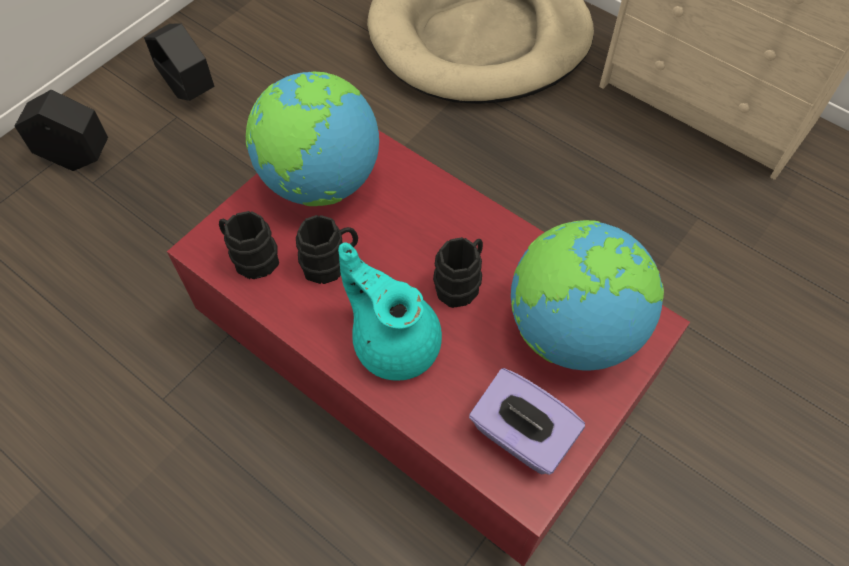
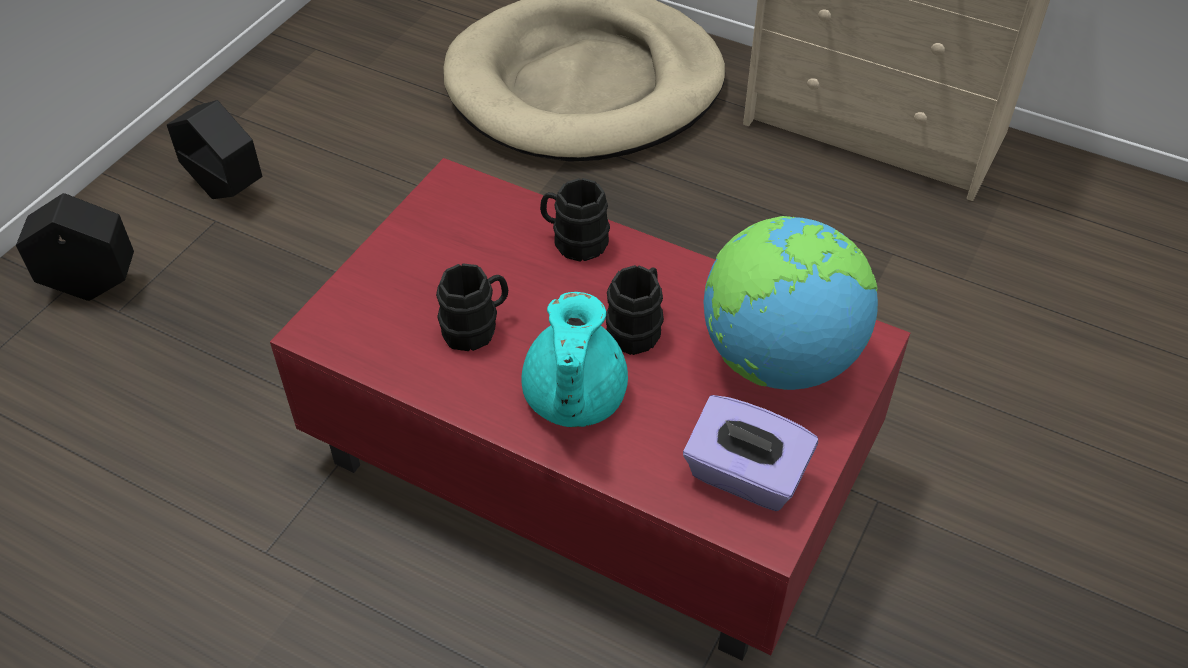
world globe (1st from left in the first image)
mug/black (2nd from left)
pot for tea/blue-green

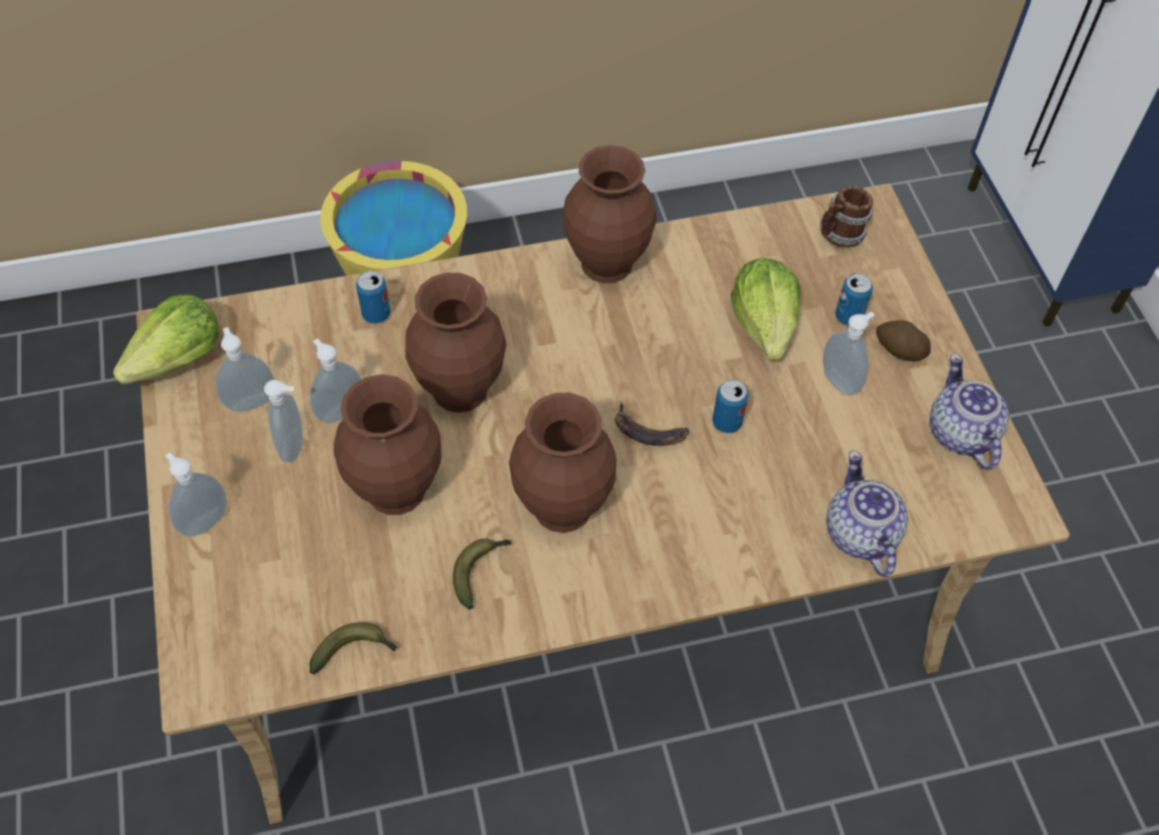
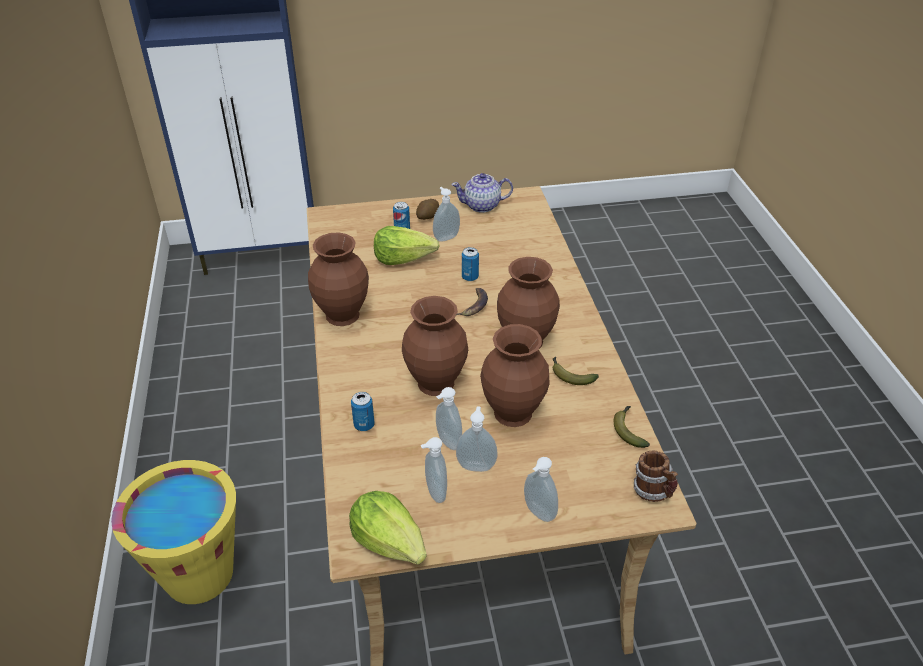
pot for tea (1st from left in the first image)
mug

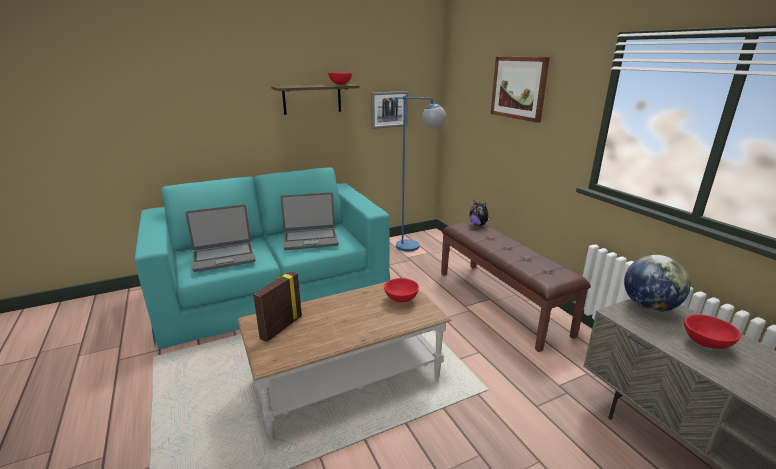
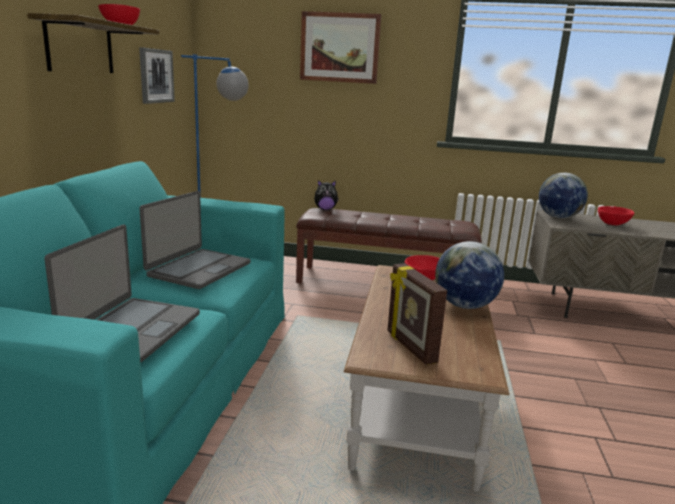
world globe (1st from left)

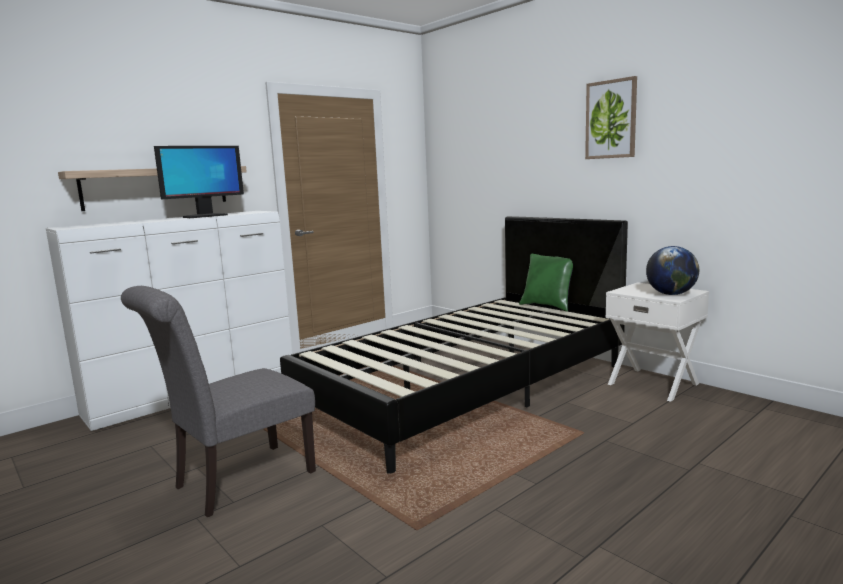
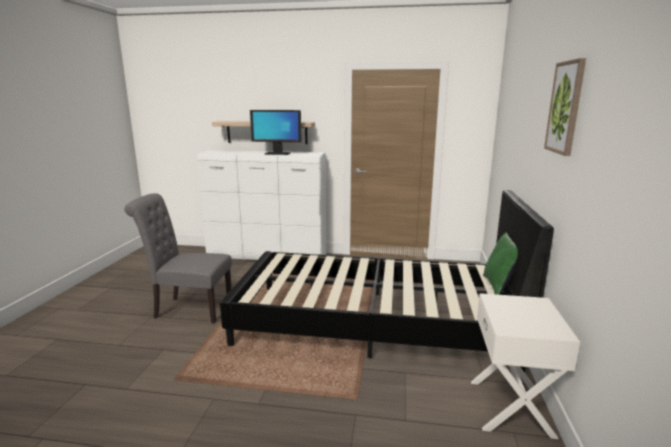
world globe

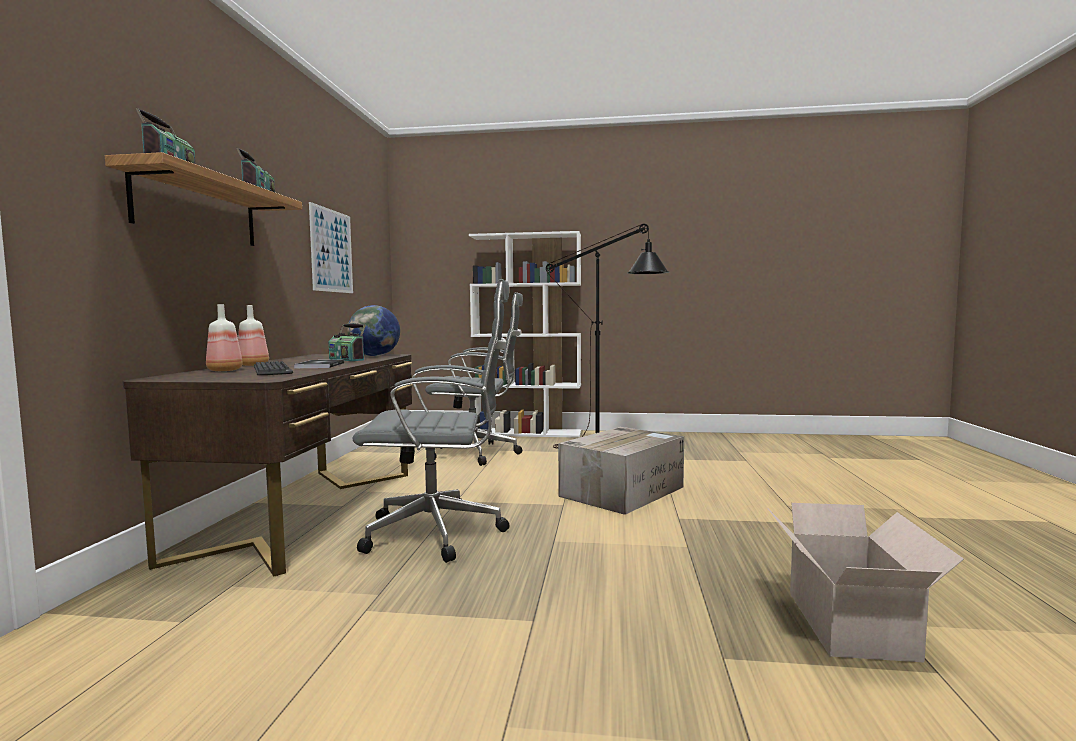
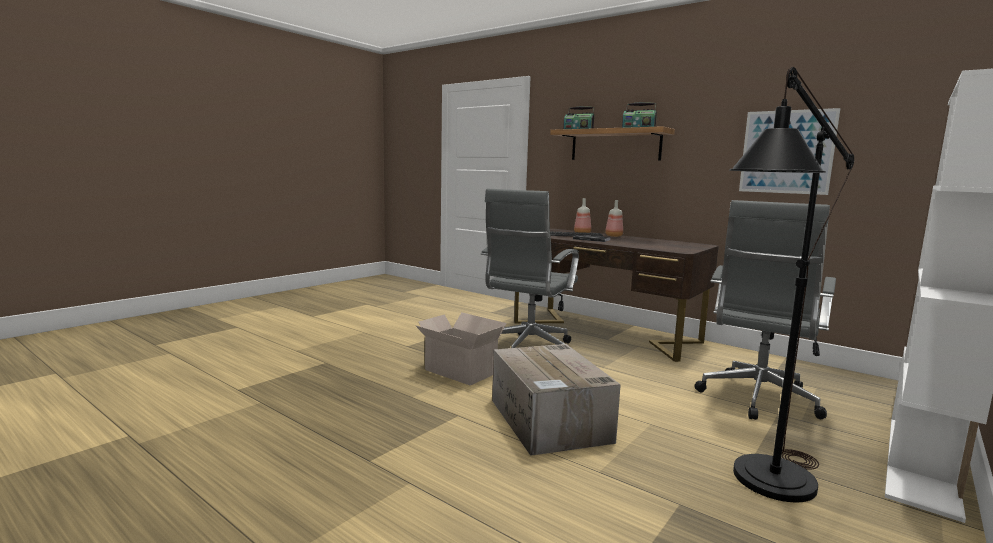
radio receiver (3rd from left in the first image)
world globe
packing box (1st from left)

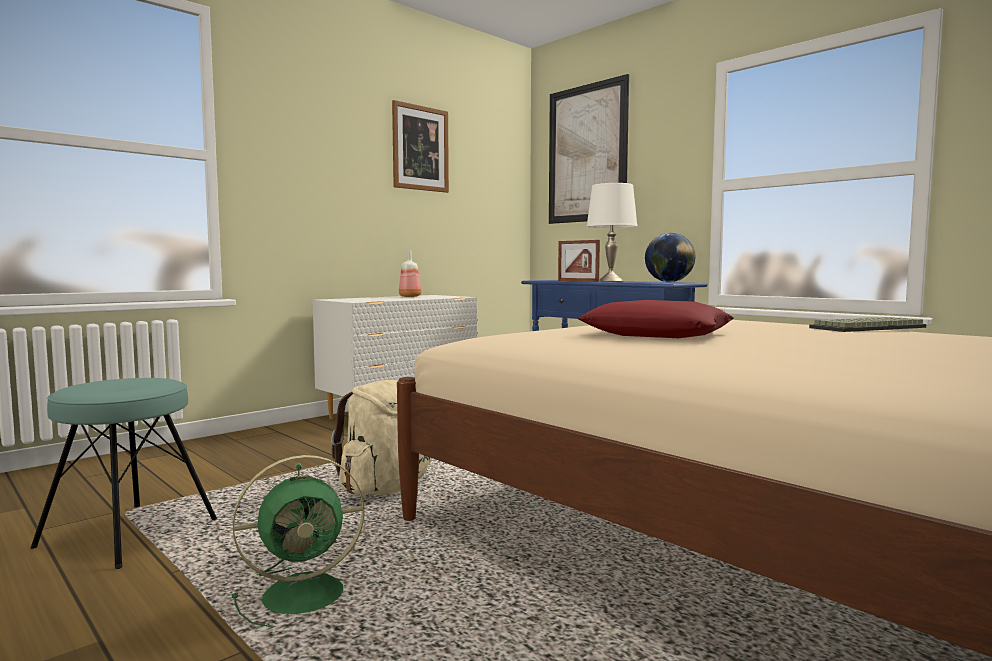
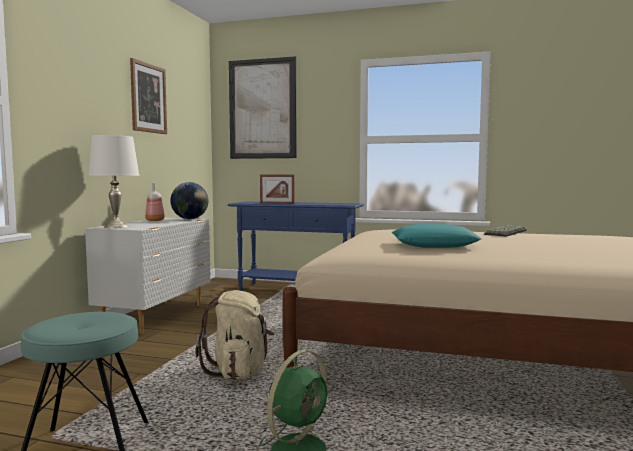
tabletop lamp/whitish
world globe
pillow/blue-green

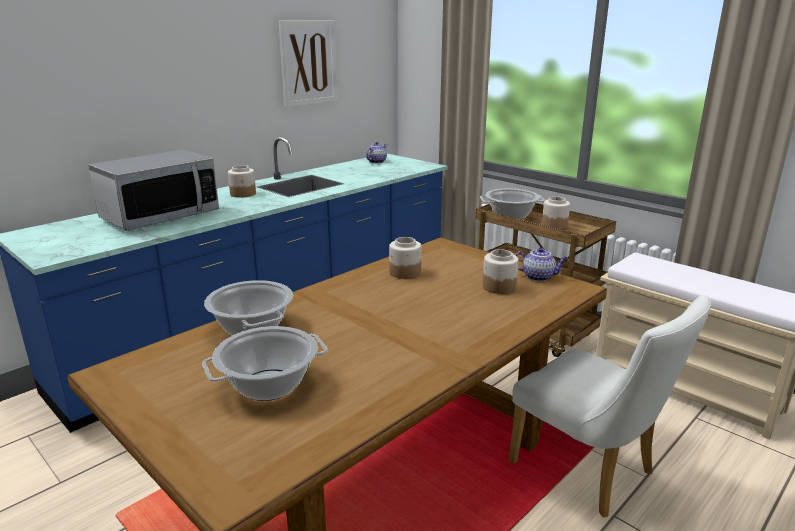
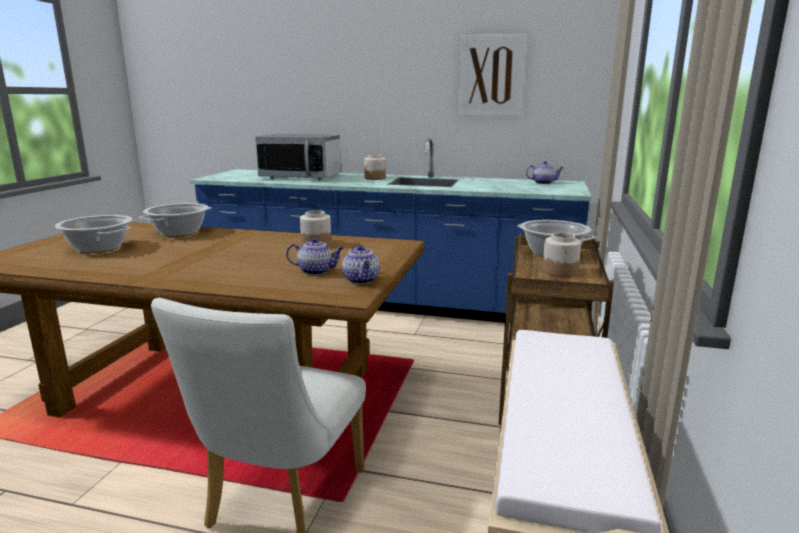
pot for tea (1st from left)

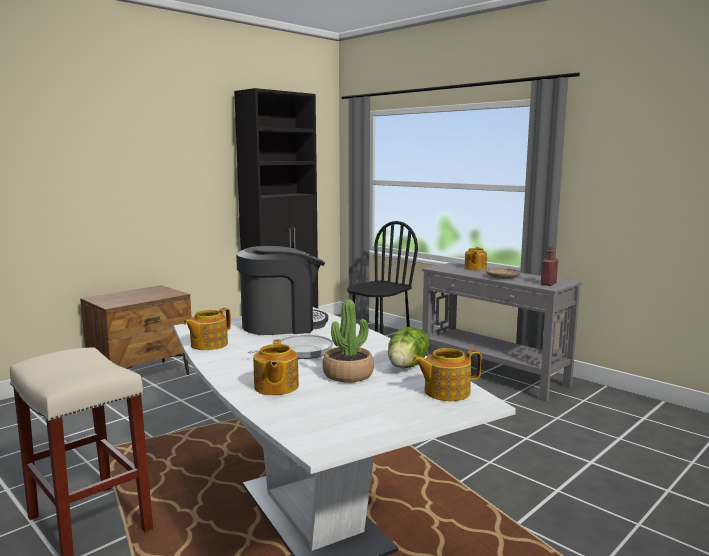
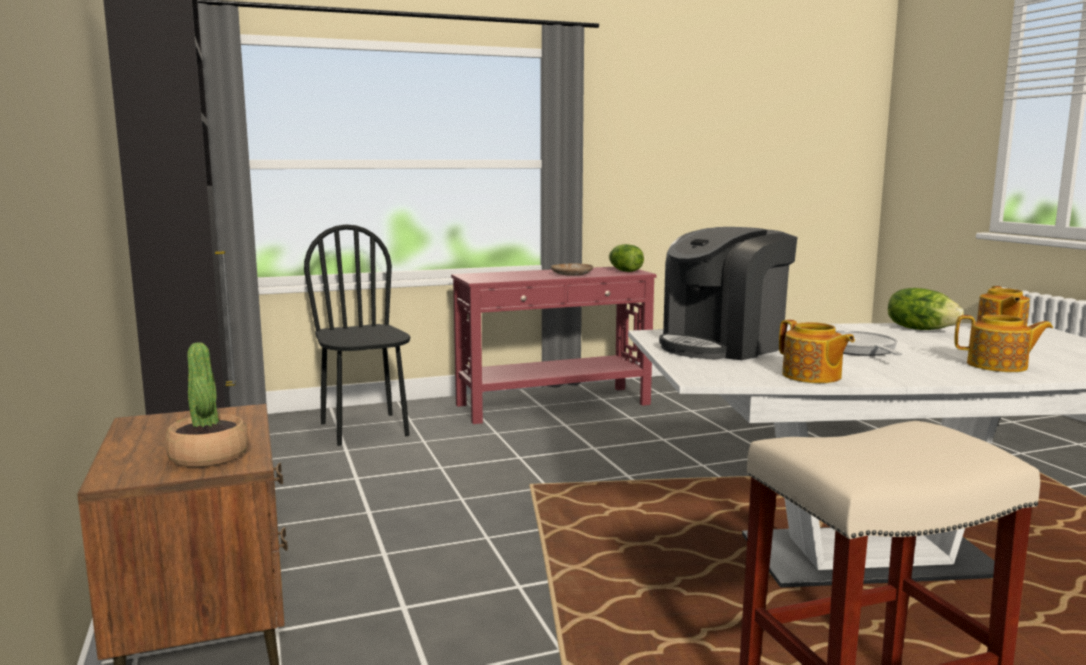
pot for tea (4th from left in the first image)
potted plant
head of lettuce (1st from left)
hall table/red
coffee brewer

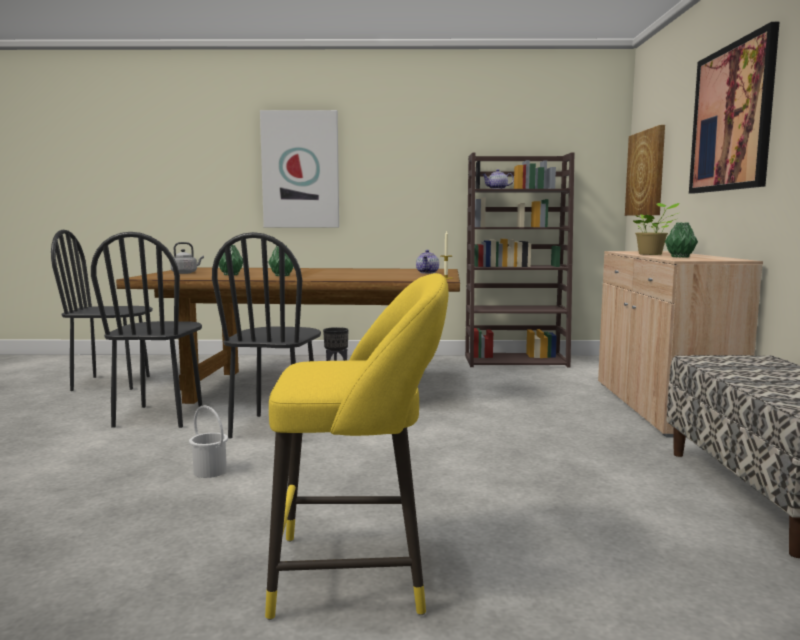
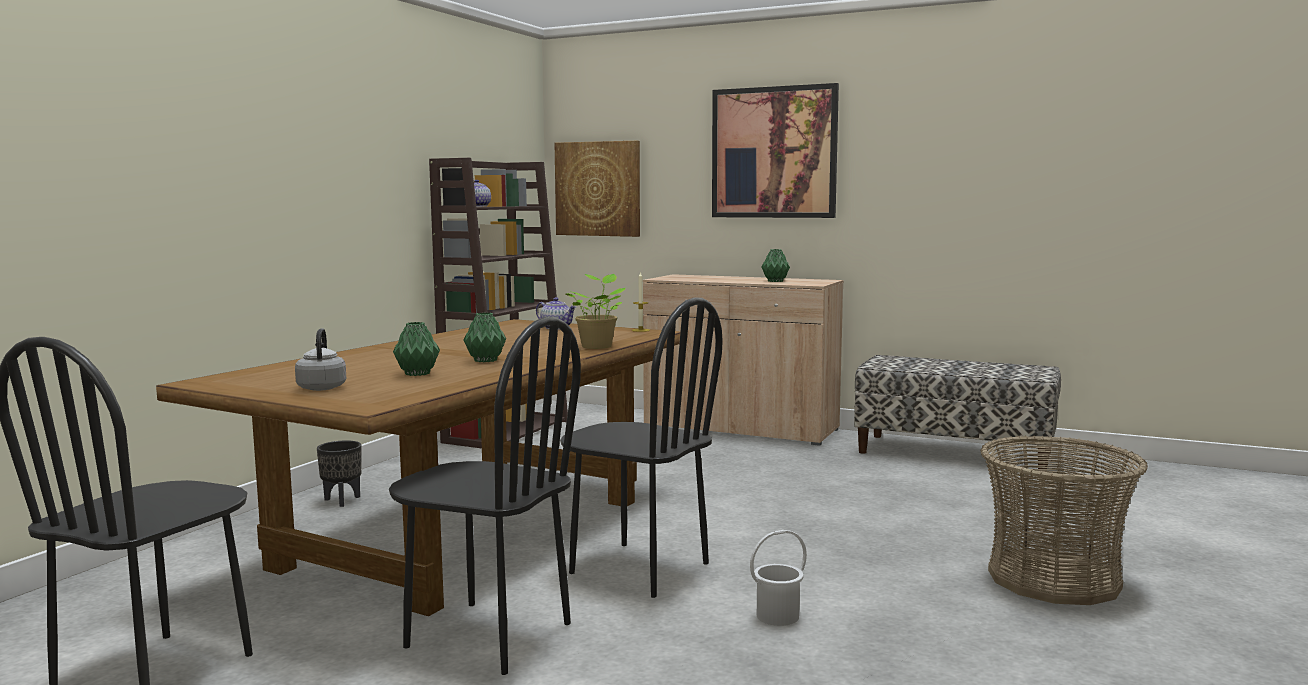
wall art (1st from left in the first image)
potted plant
storage basket

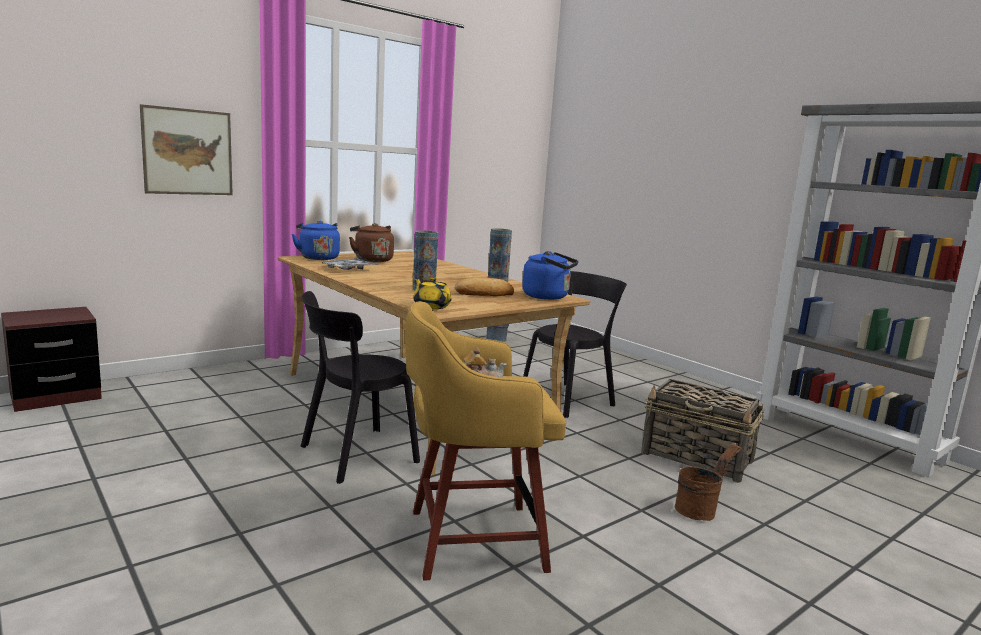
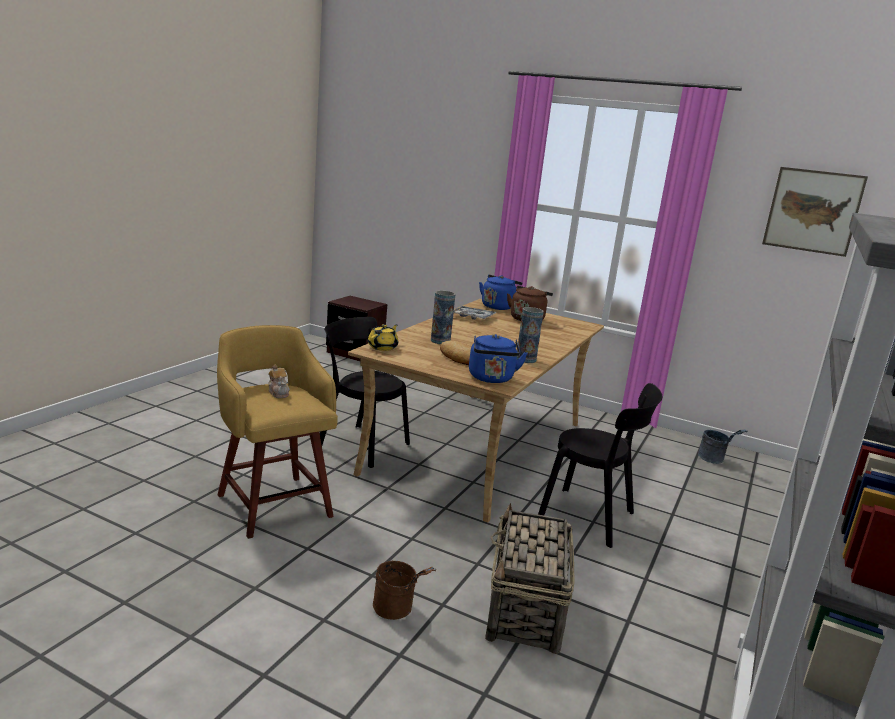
wall art

